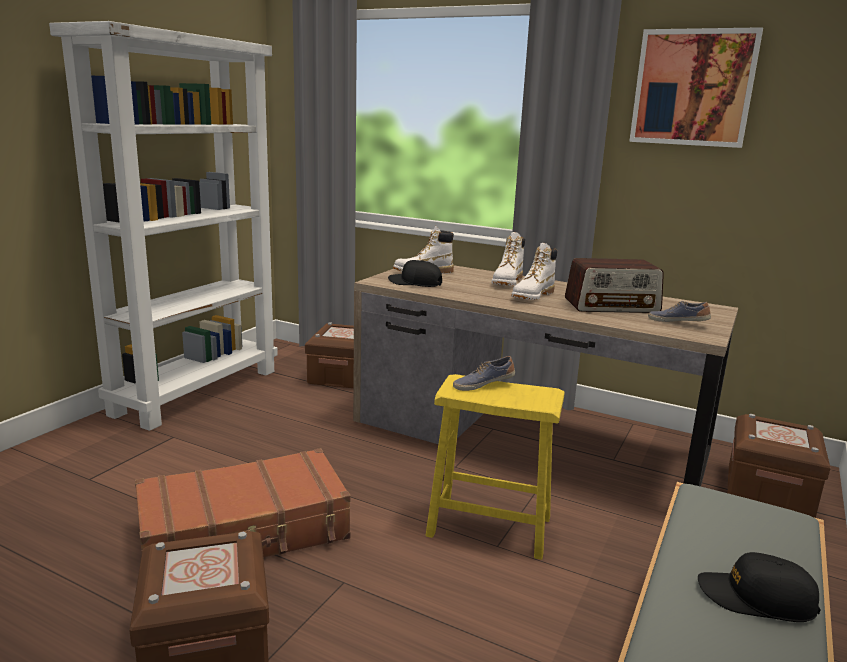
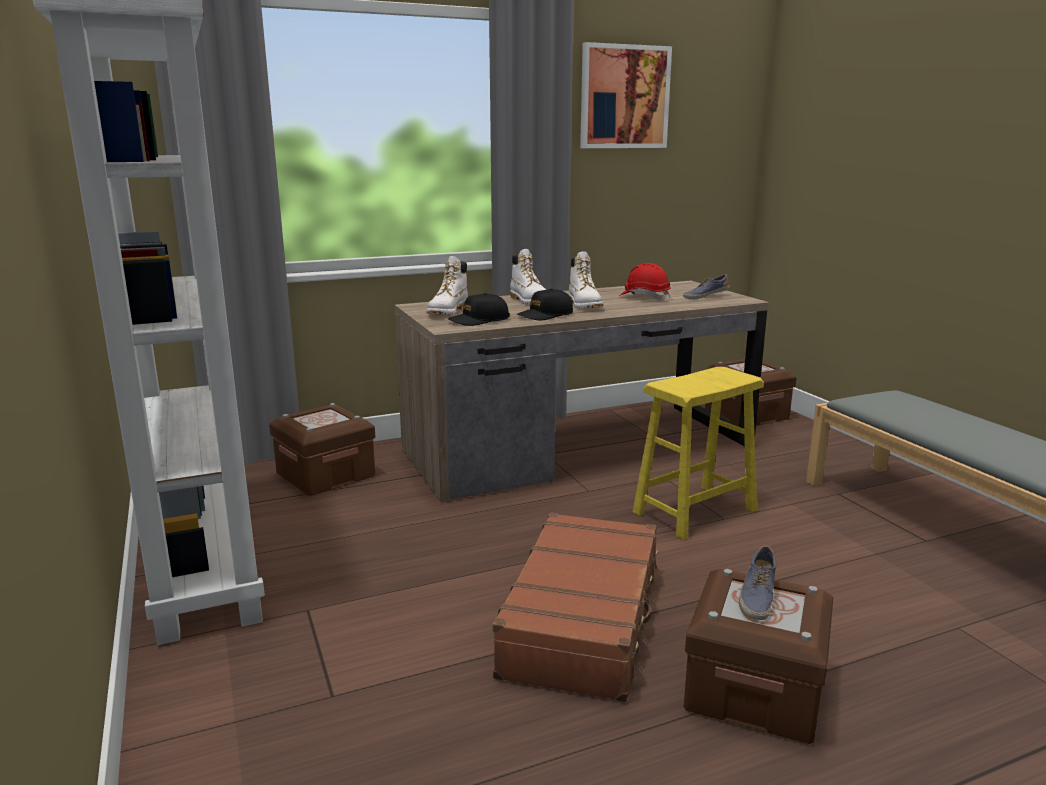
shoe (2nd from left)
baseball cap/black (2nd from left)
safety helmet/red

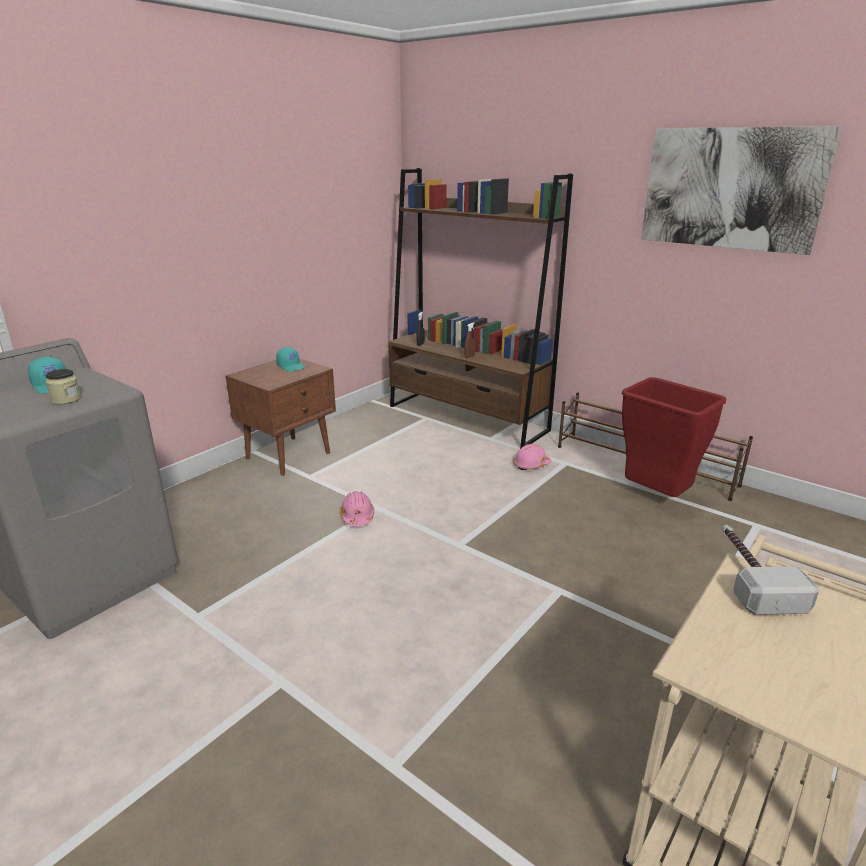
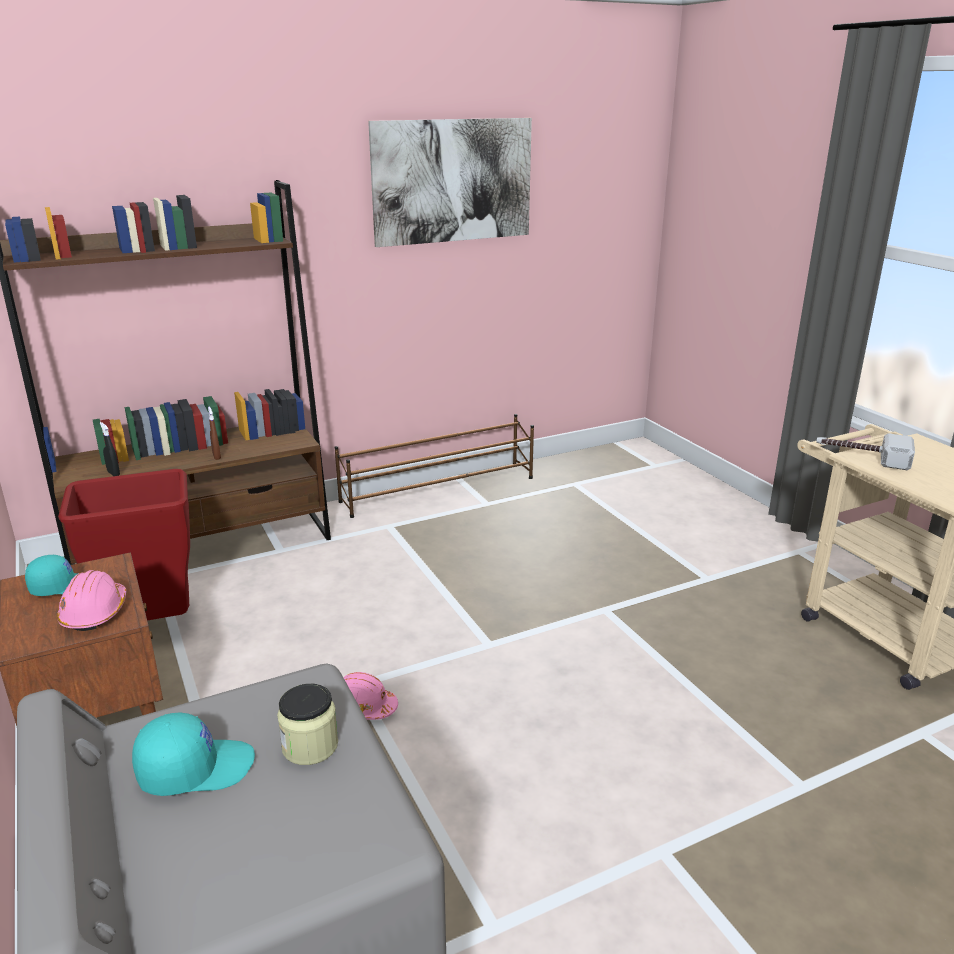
safety helmet/pink (1st from left)
waste bin/red

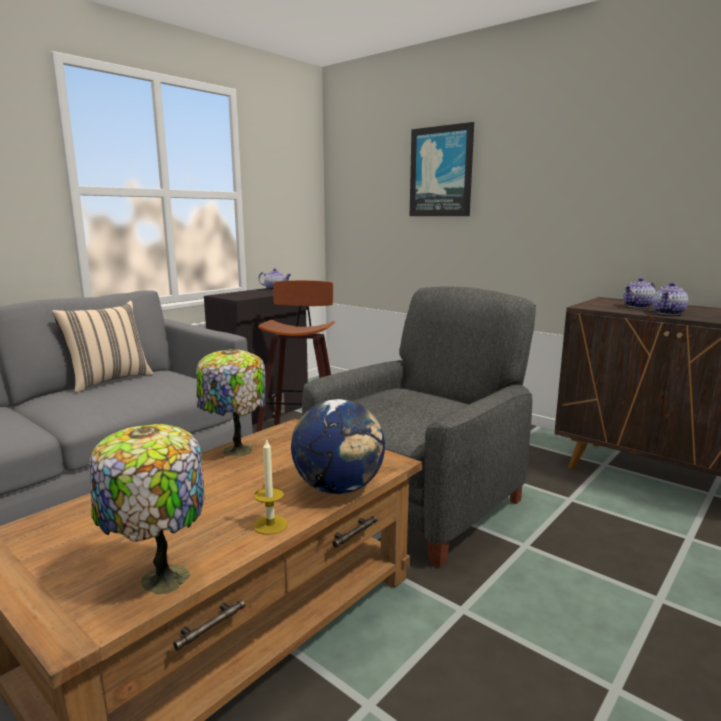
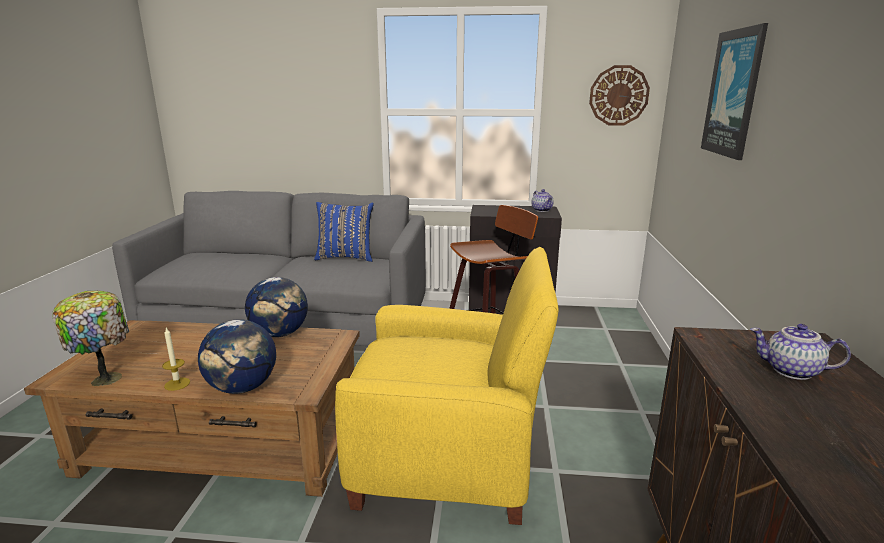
pot for tea (3rd from left in the first image)
hanging clock
world globe (2nd from left)
pillow/bluish
easy chair/yellow-coloured

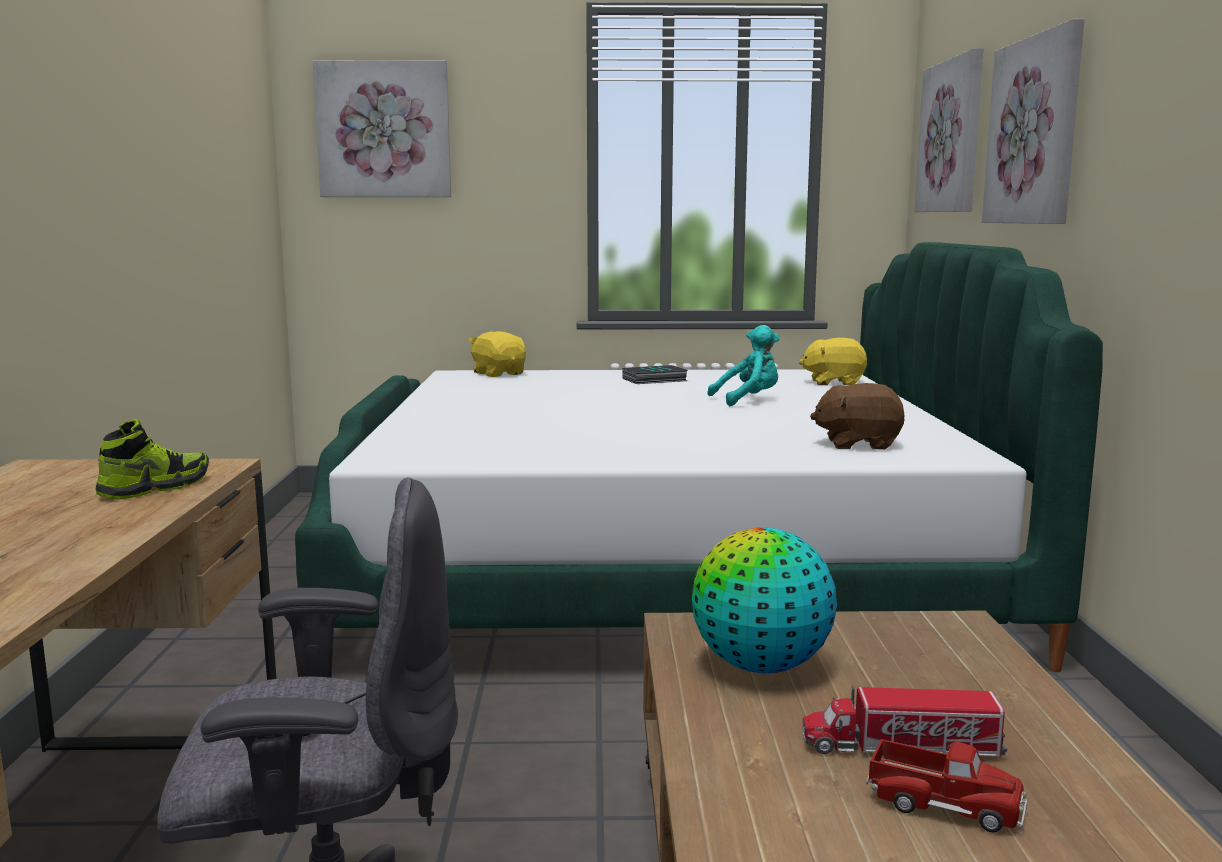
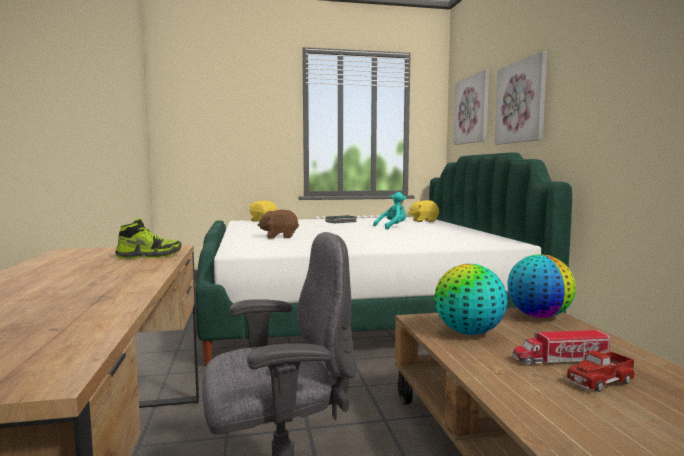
wall art (1st from left in the first image)
world globe (2nd from left)
soft toy/brown
shoe
toy truck (2nd from left)

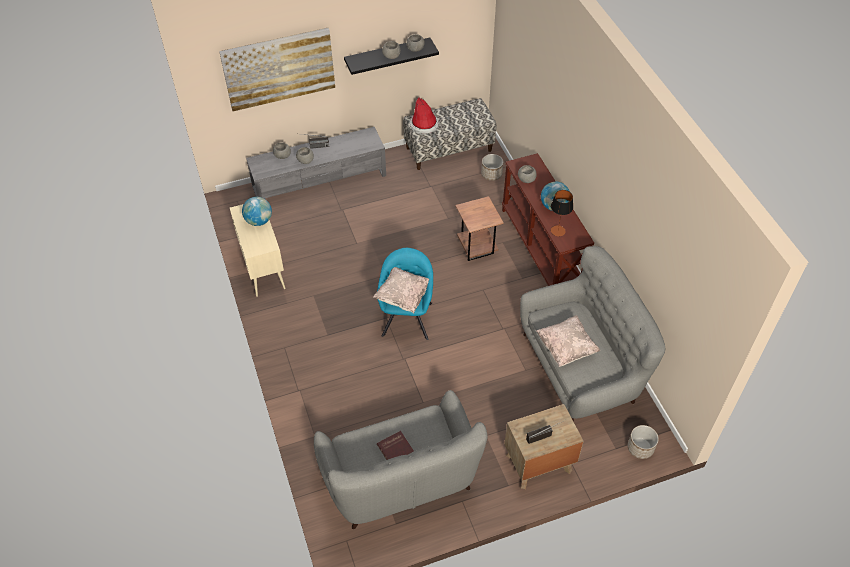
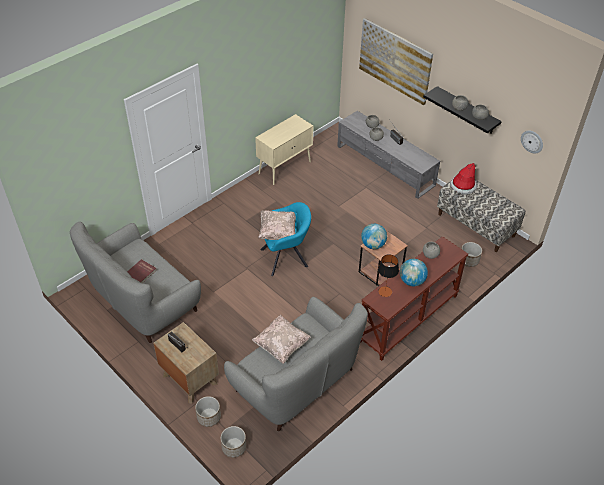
flower pot (1st from left)
hanging clock
world globe (1st from left)

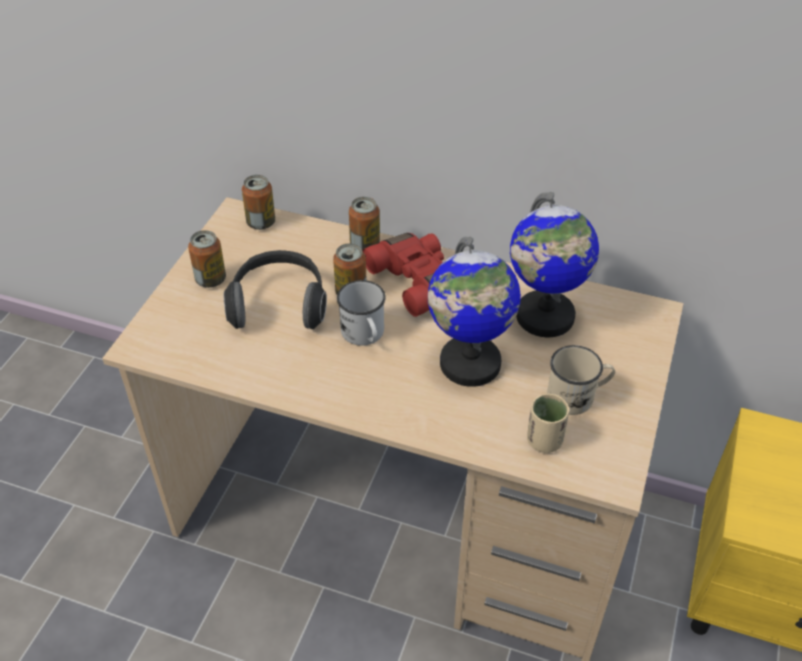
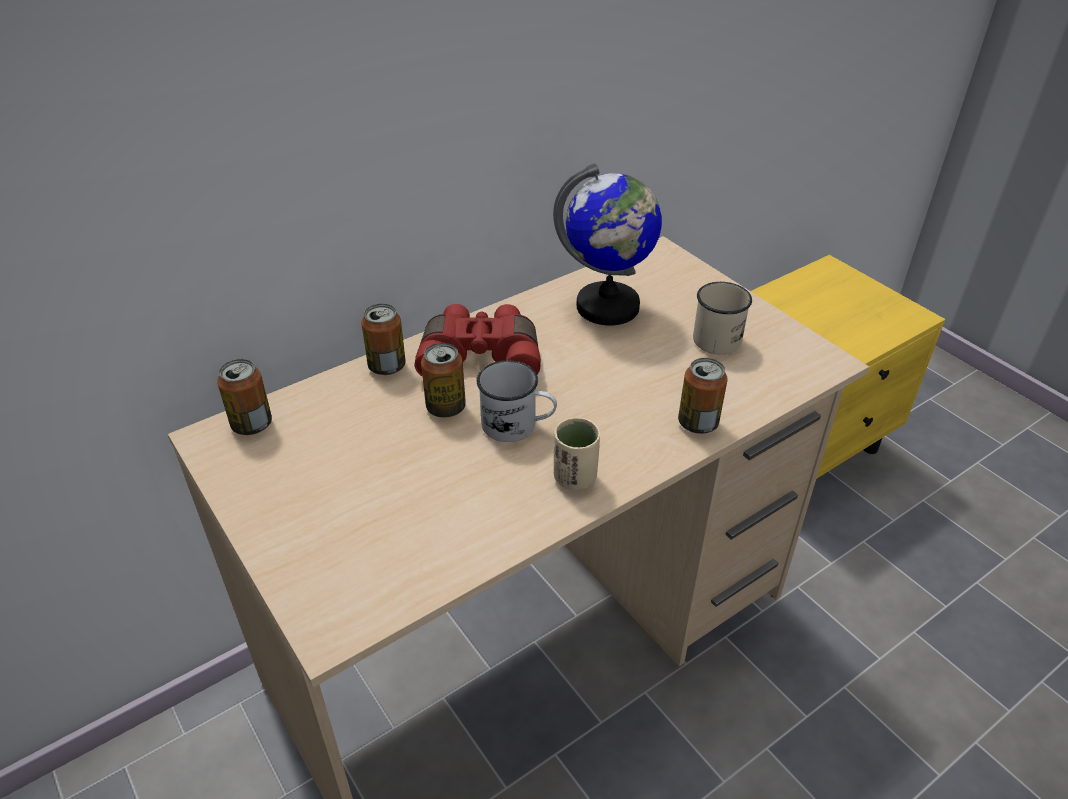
pair of headphones
world globe (1st from left in the first image)
can (4th from left)
drinking cup/beige-coloured

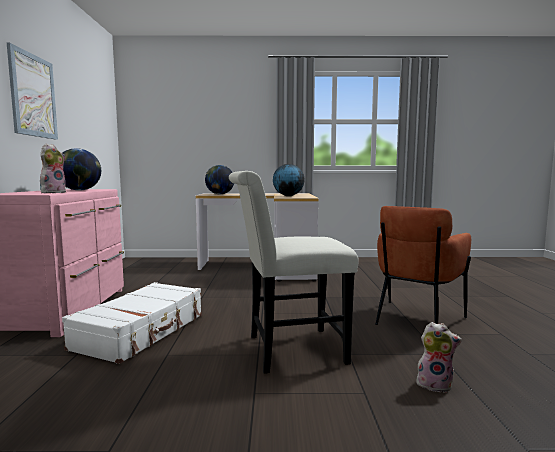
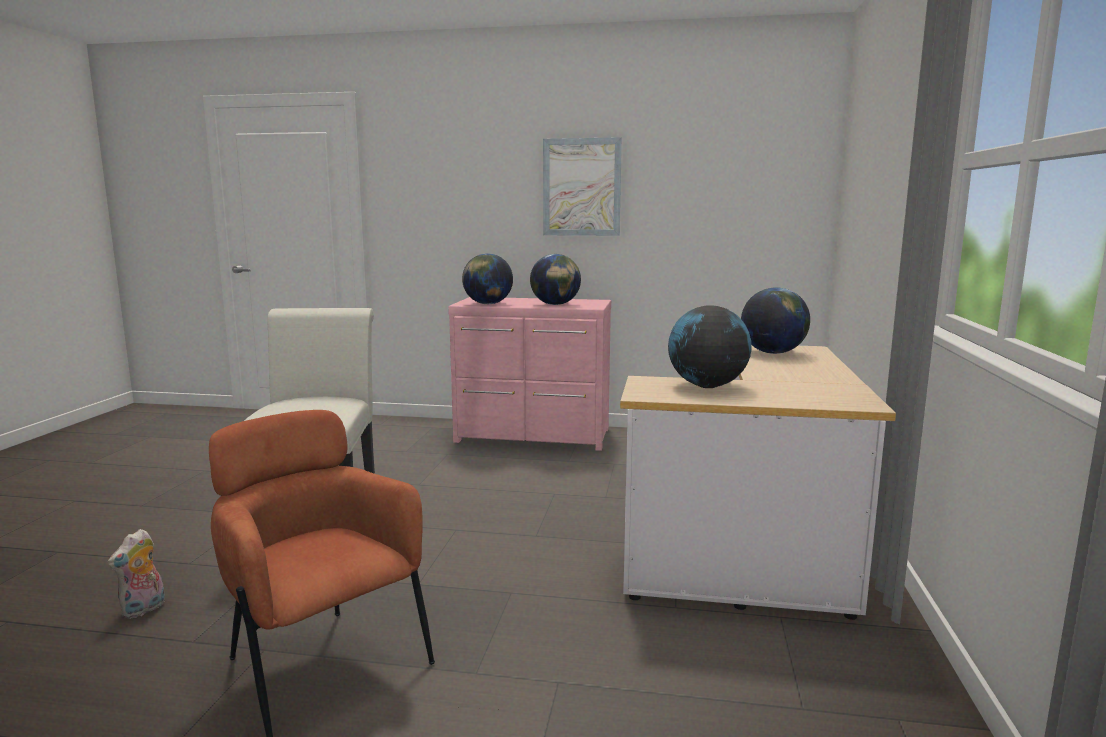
piece of luggage/whitish
world globe (1st from left)

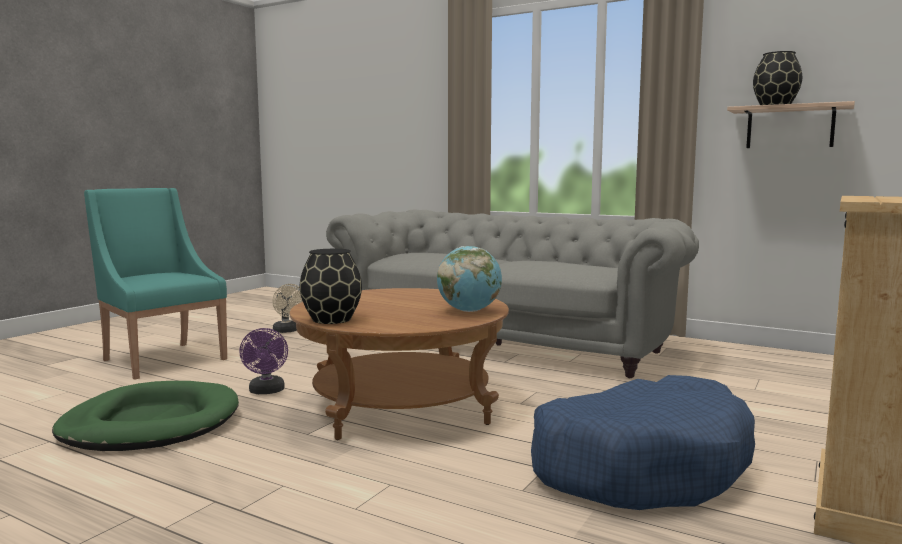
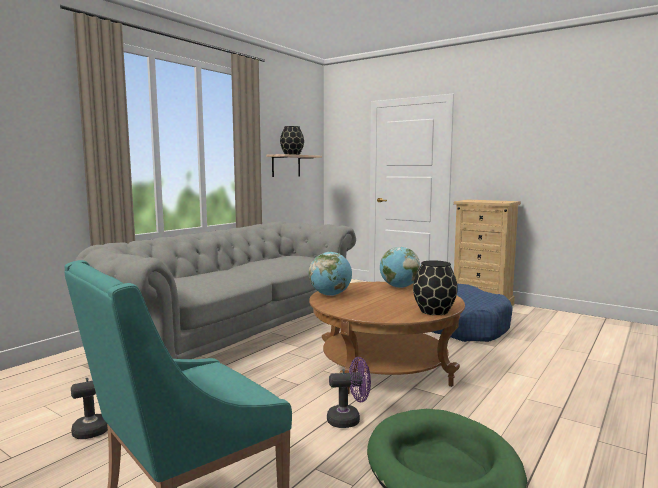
world globe (1st from left)

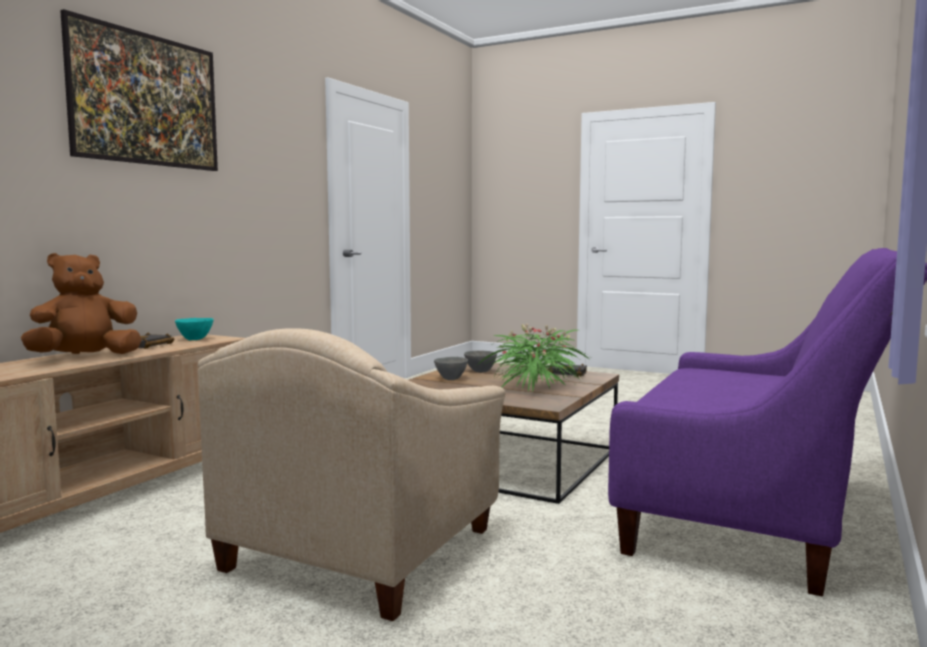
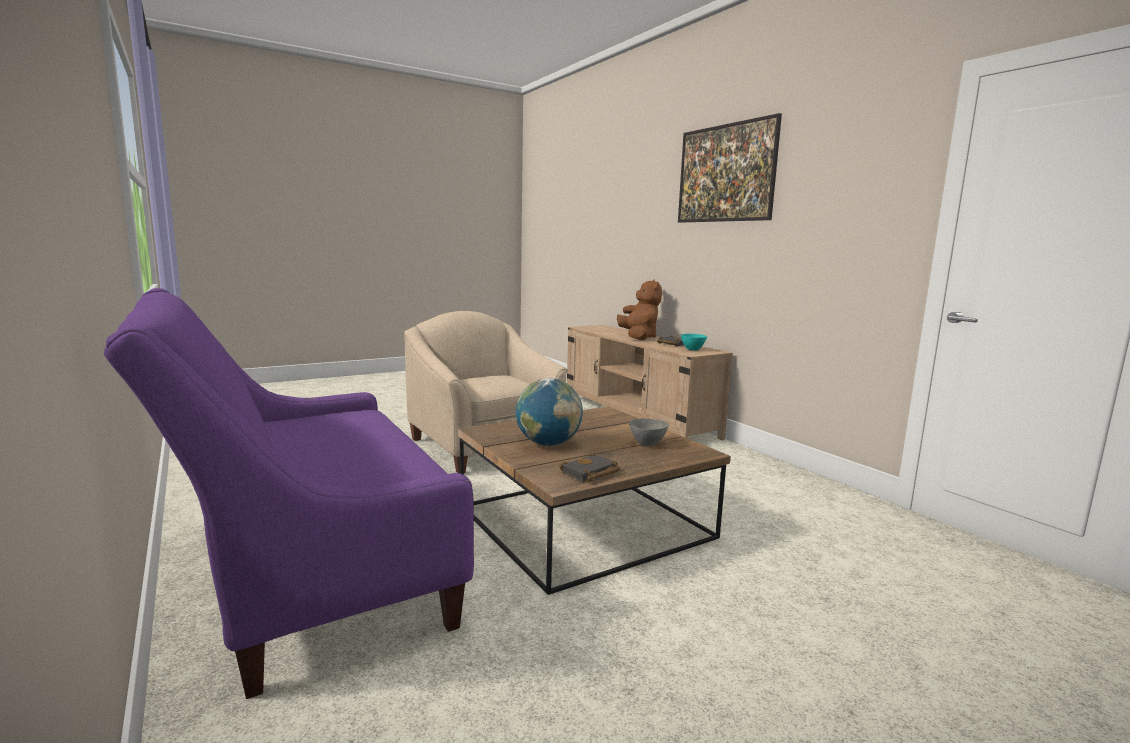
deep dish/greyish (1st from left in the first image)
world globe

